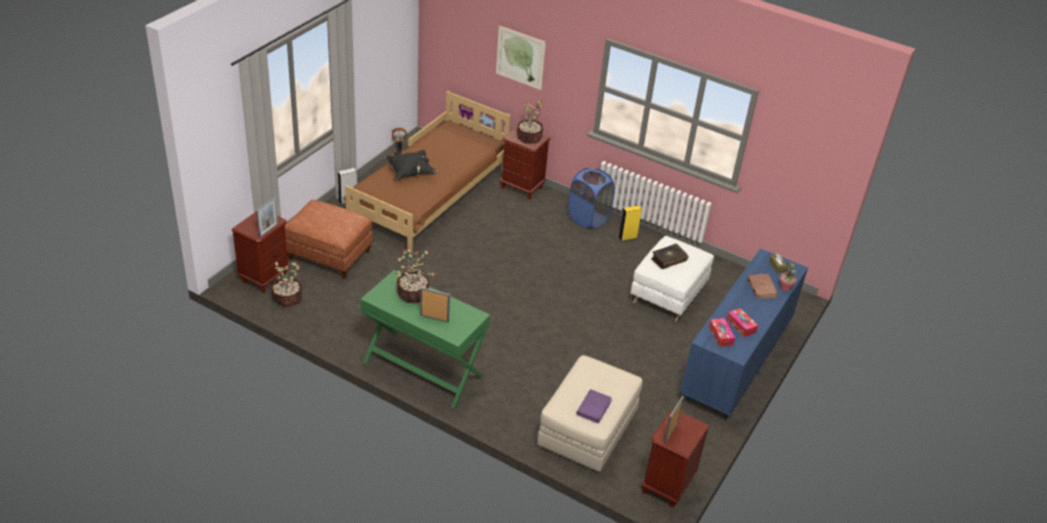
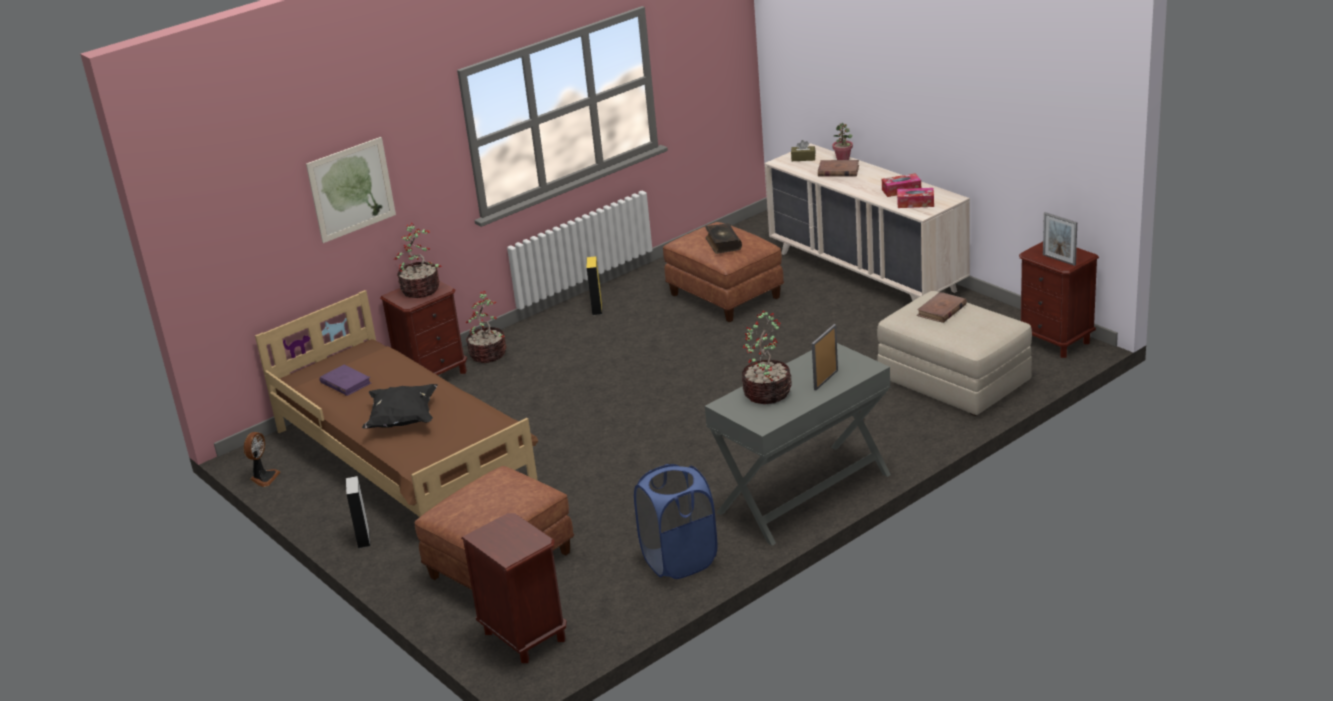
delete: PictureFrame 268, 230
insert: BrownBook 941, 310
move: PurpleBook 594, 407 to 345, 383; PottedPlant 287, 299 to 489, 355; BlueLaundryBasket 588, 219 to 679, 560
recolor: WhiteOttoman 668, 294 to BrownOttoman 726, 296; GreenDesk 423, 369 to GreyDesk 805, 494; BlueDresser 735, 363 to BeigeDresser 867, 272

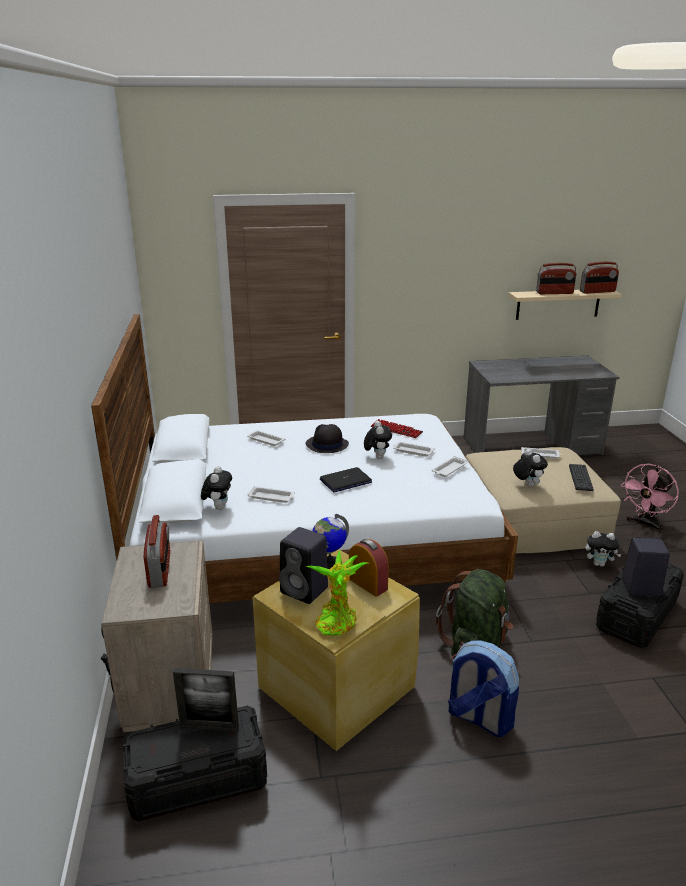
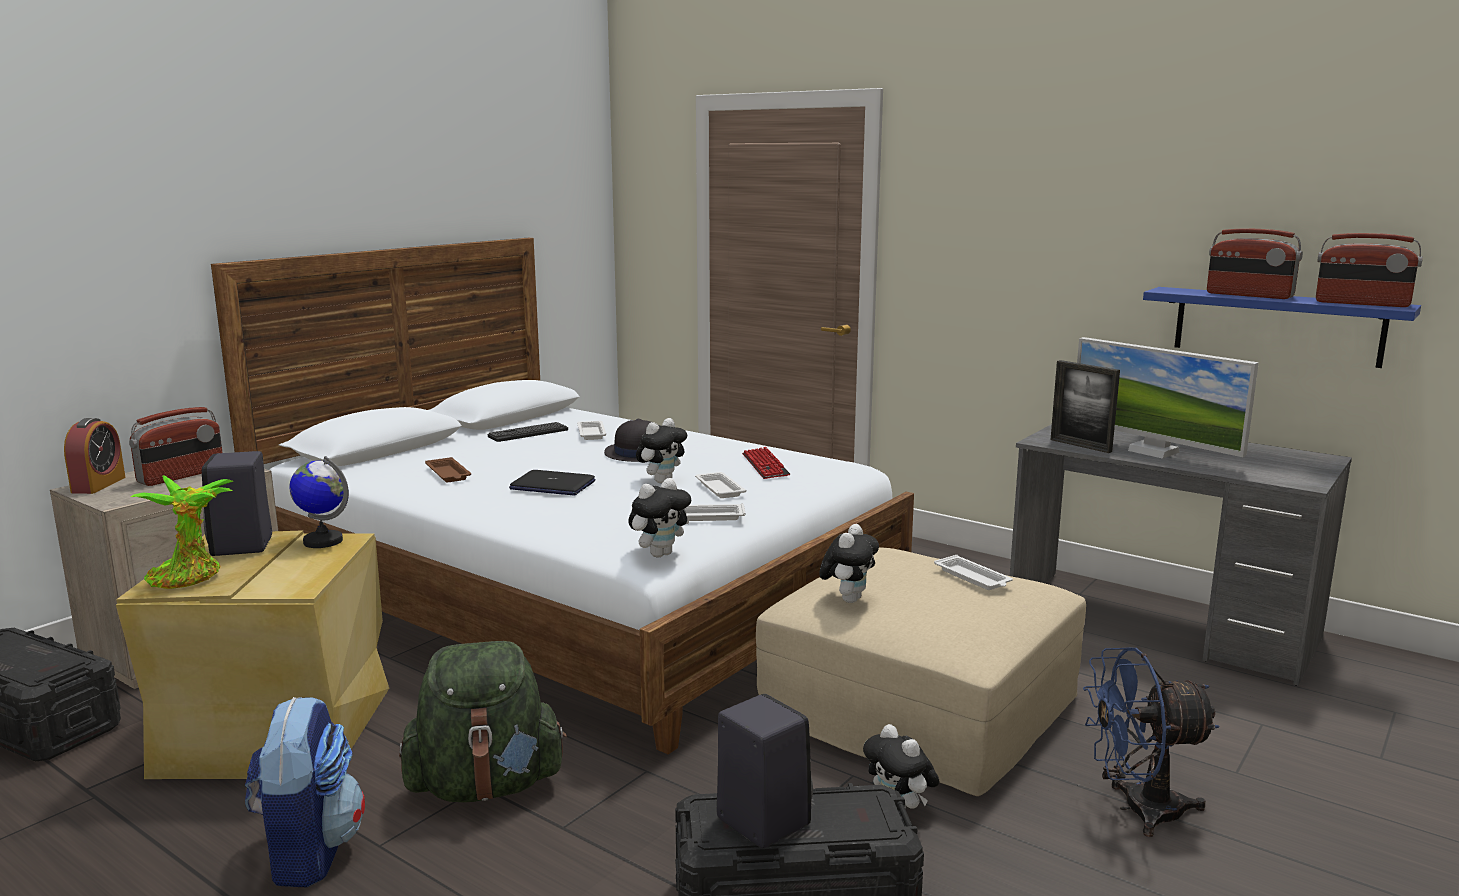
insert: Monitor 1153, 451
move: AlarmClock 368, 584 to 98, 485; Keyboard 580, 478 to 528, 433; PlushToy 218, 507 to 660, 554; PictureFrame 209, 727 to 1080, 445
recolor: WhiteTray 272, 497 to BrownTray 448, 474; PinkFan 645, 524 to BlueFan 1137, 809; BeigeShelf 558, 304 to BlueShelf 1277, 326

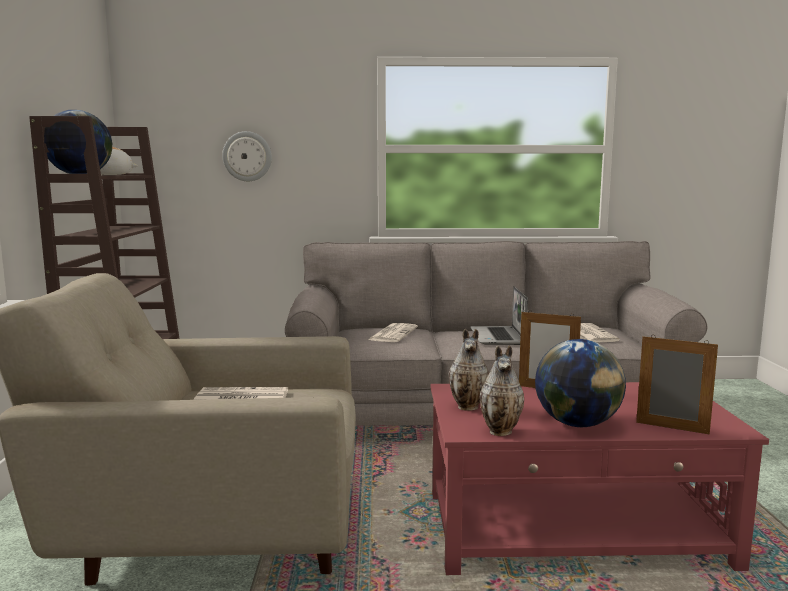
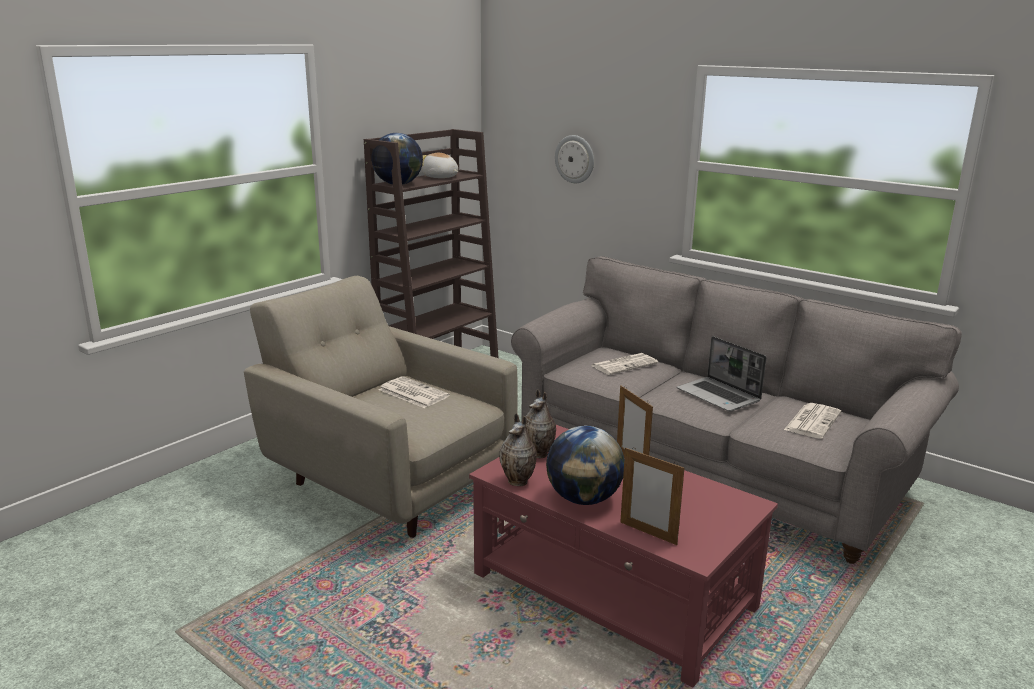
rotate: PictureFrame 672, 428 = 648, 533 150 degrees clockwise; Laptop 498, 337 = 719, 396 75 degrees counterclockwise

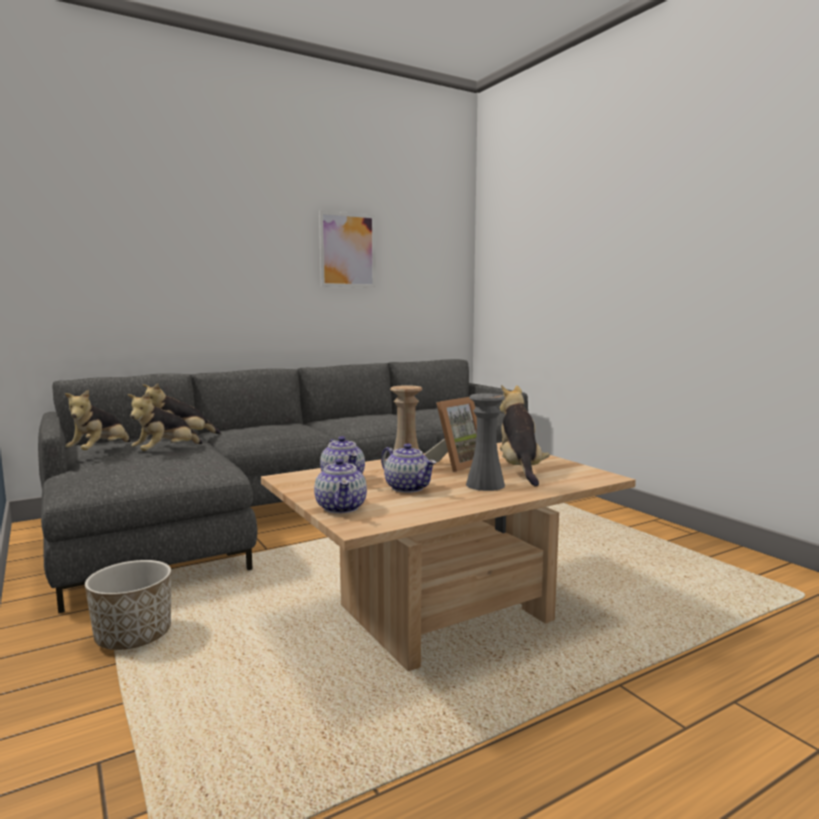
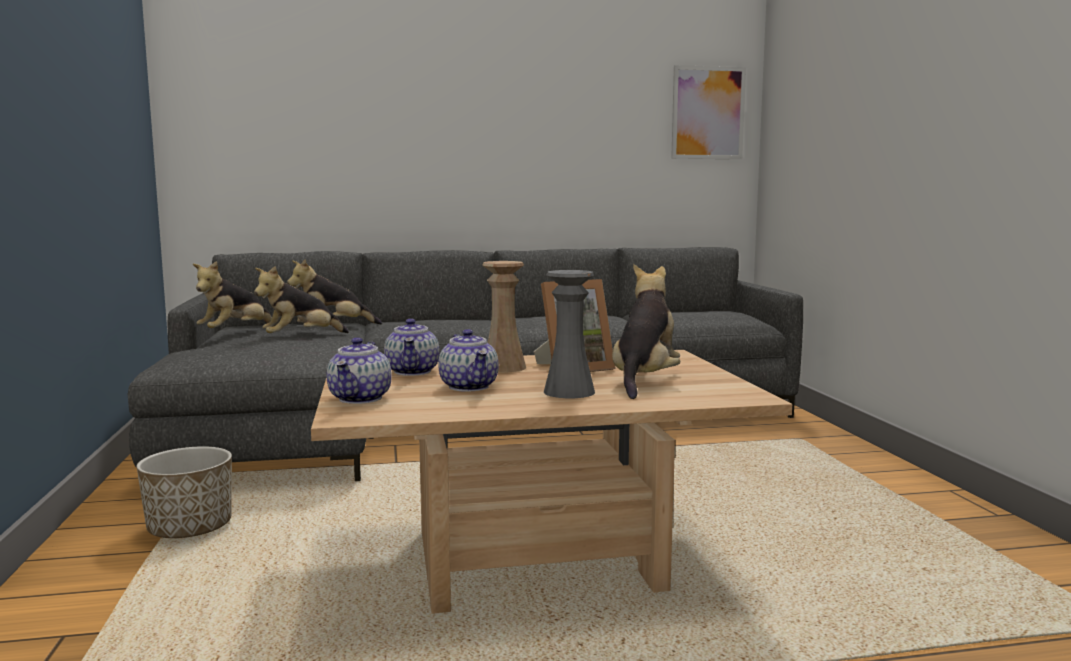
move: Picture 347, 250 to 708, 113

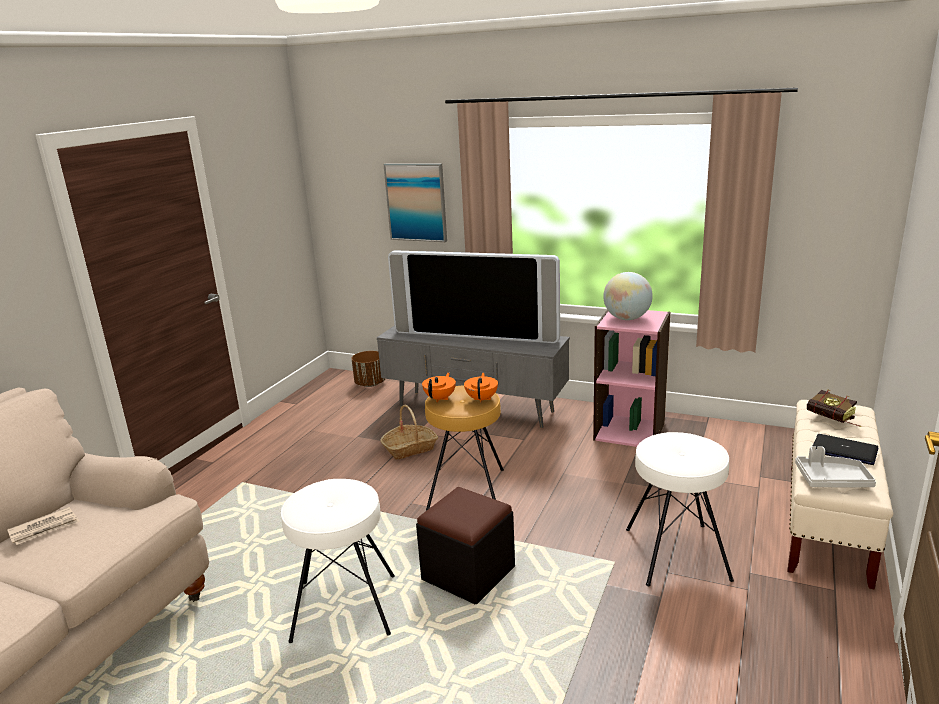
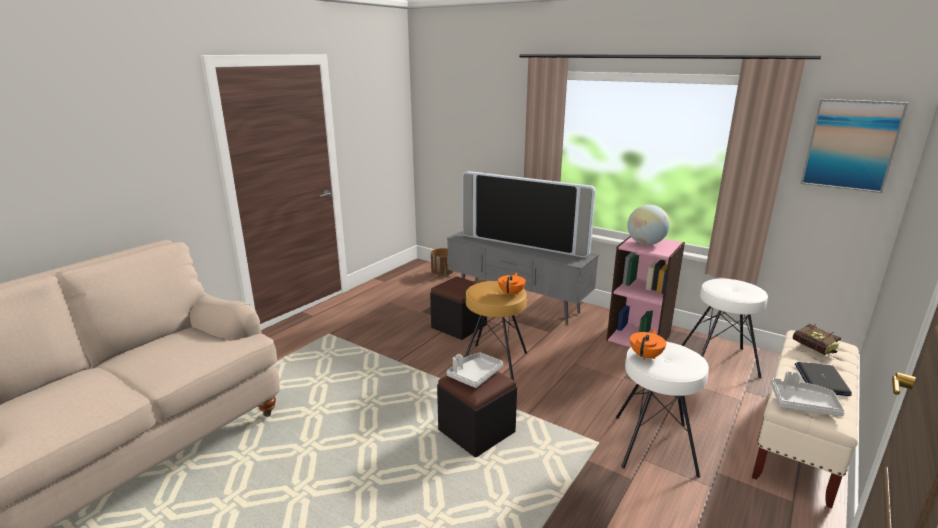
delete: Newspaper 44, 528
insert: GreyTray 474, 375
move: OrangeTeapot 440, 398 to 646, 356; WhiteStool 344, 609 to 719, 360; Picture 416, 202 to 851, 145
replace: Basket 410, 448 to BlackOttoman 459, 326
rotate: Laptop 844, 450 = 821, 379 120 degrees counterclockwise

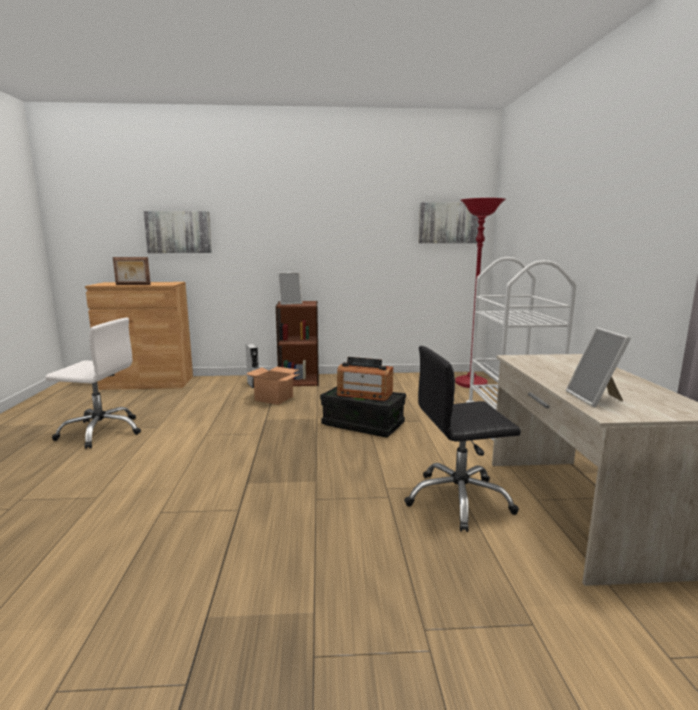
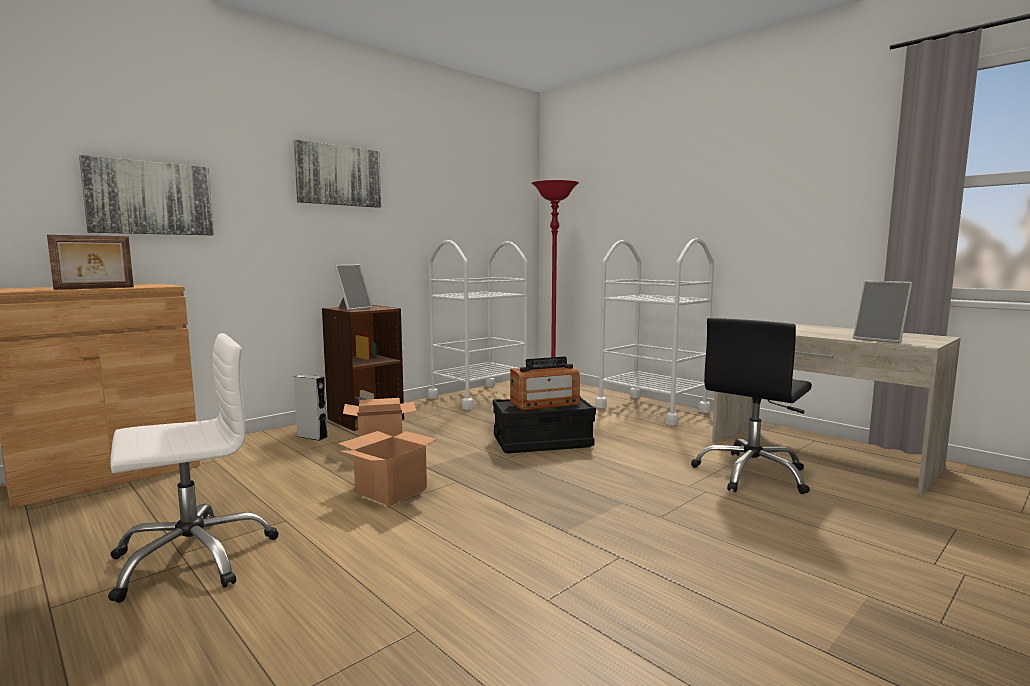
insert: CardboardBox 391, 491; WhiteCart 479, 396
move: Picture 449, 223 to 338, 176

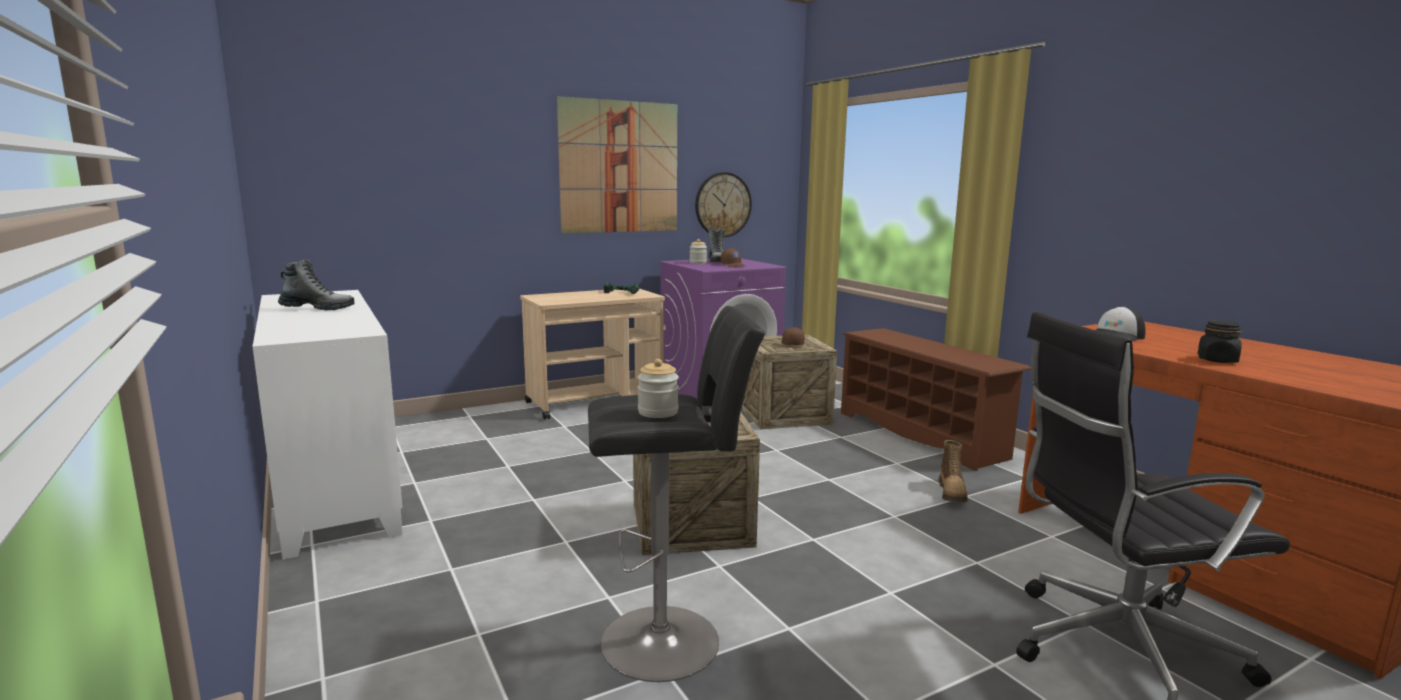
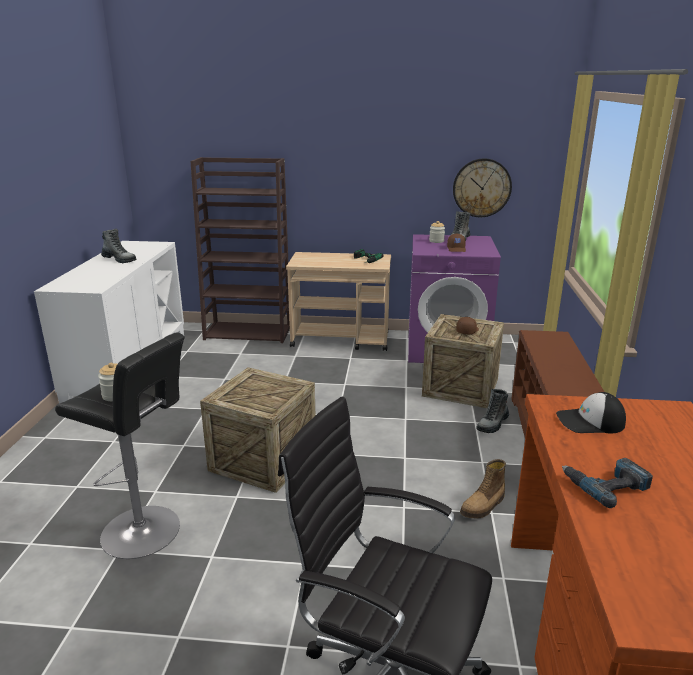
delete: Picture 620, 167
insert: BrownBookcase 249, 333; Boot 492, 424
replace: BlackJar 1217, 360 to PowerDrill 605, 484

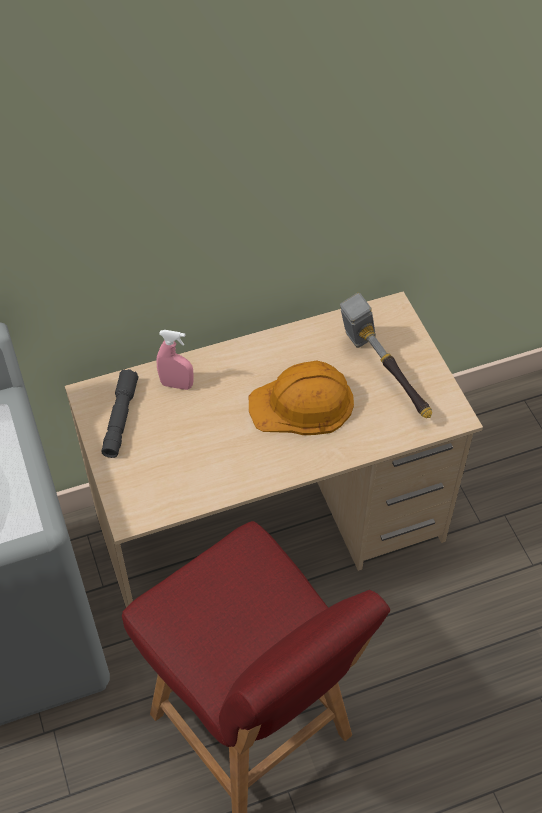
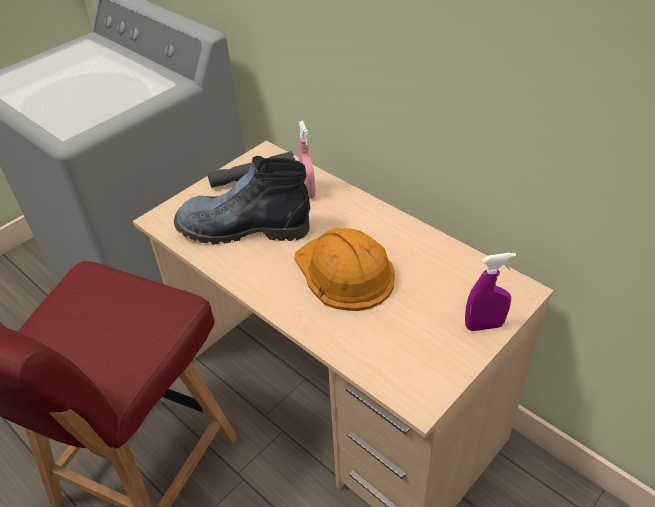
delete: Hammer 383, 374
insert: Boot 241, 229; PurpleSprayBottle 484, 325

